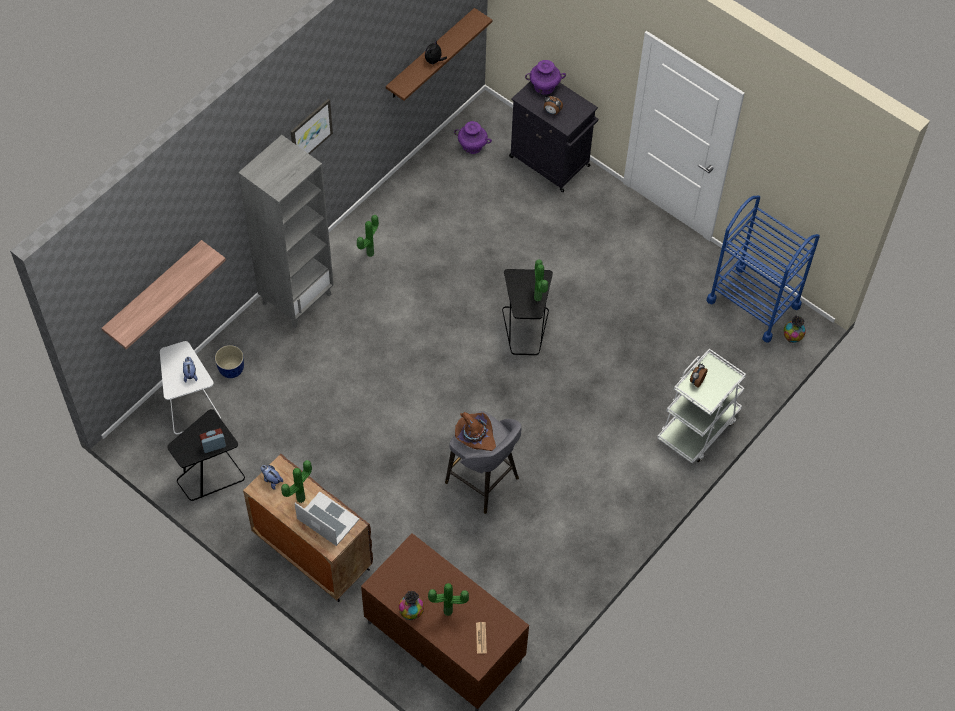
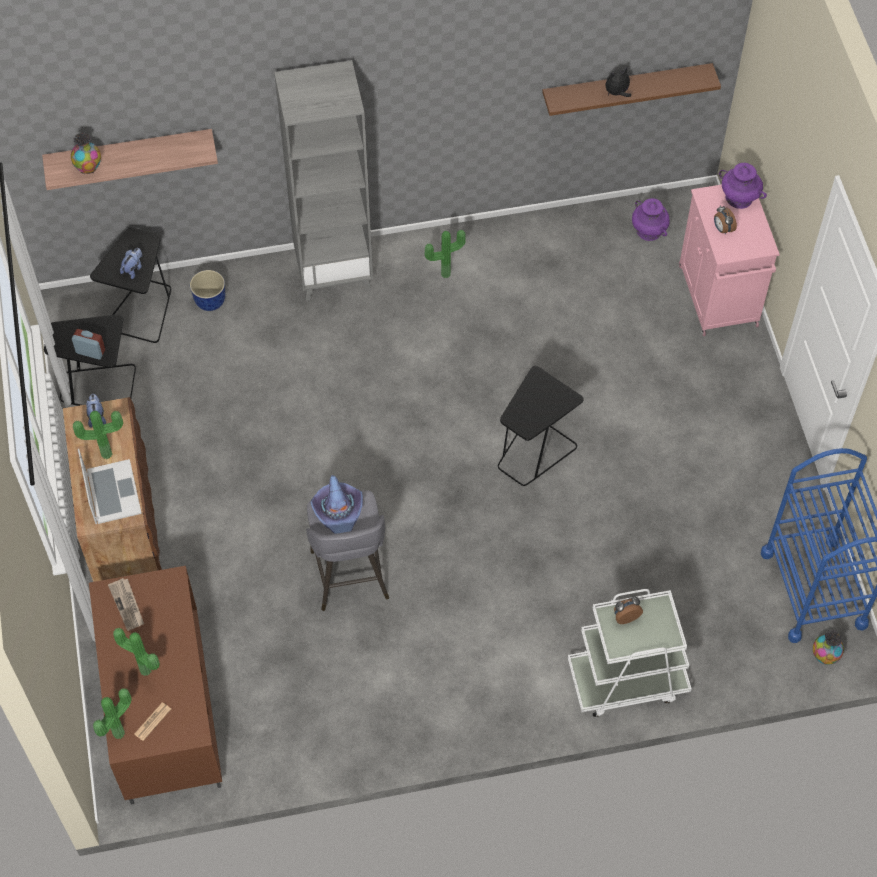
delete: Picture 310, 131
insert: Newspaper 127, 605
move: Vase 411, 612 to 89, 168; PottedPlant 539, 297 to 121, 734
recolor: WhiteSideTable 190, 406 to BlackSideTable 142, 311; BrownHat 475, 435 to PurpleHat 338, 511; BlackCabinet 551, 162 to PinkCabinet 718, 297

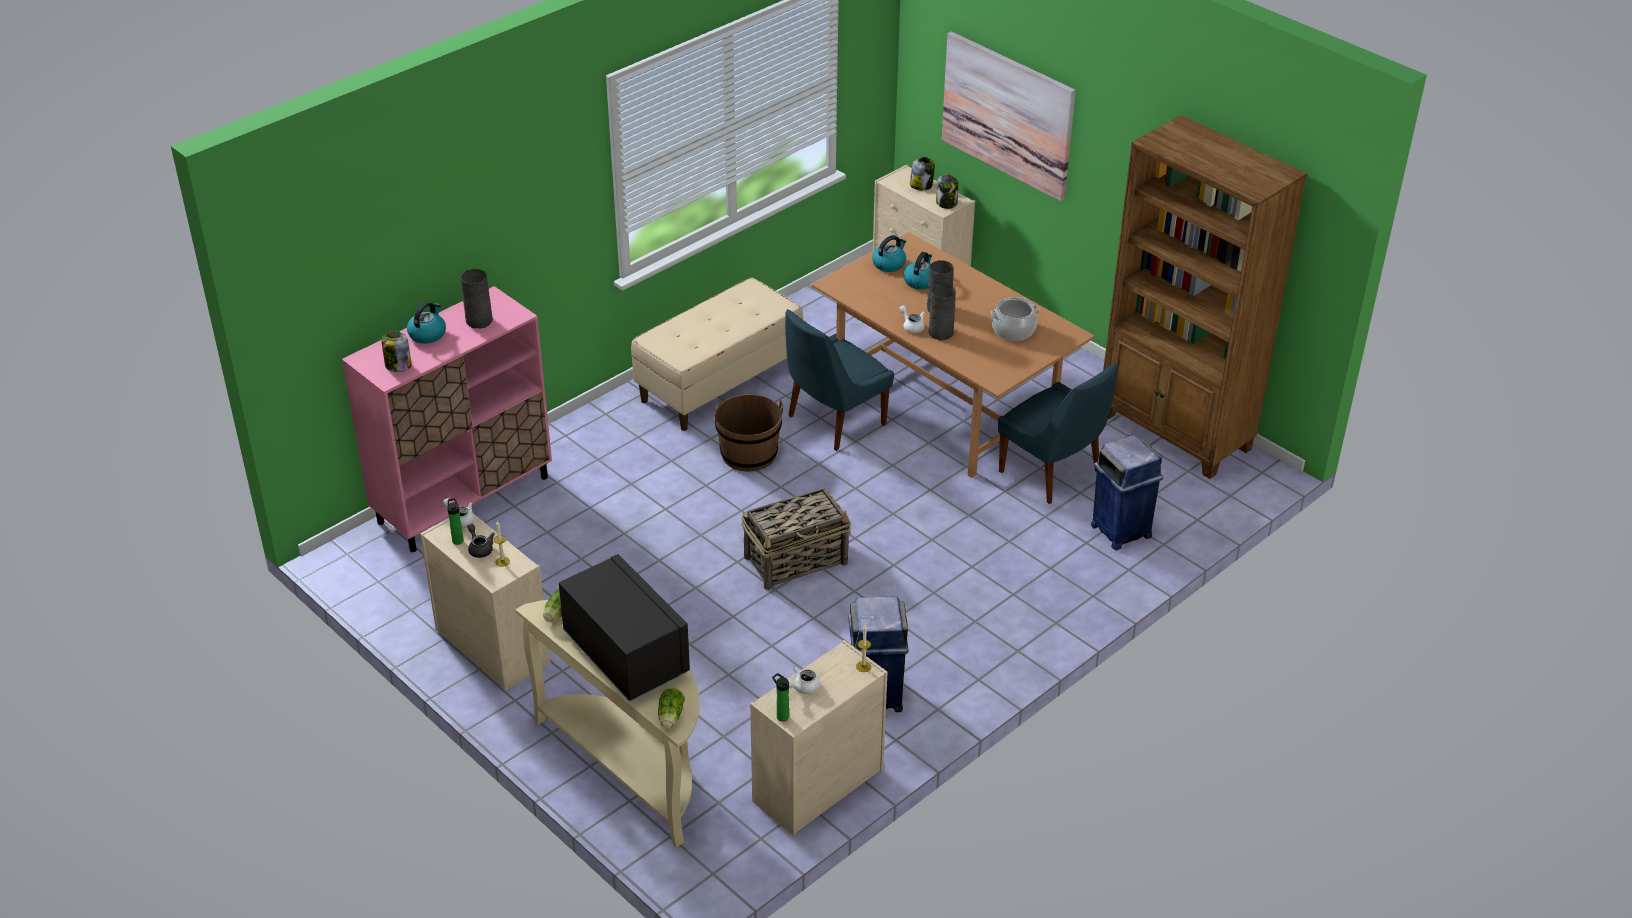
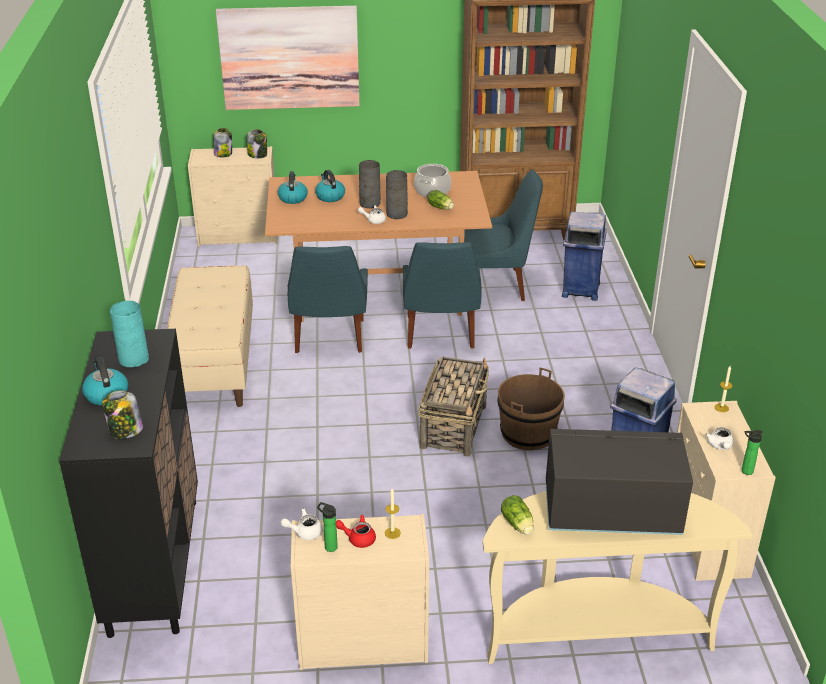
insert: BlueChair 440, 334
move: Lettuce 670, 717 to 441, 208; BrownBucket 749, 454 to 528, 433
recolor: PinkCabinet 464, 499 to BlackCabinet 154, 564; GreyVase 479, 320 to TurquoiseVase 133, 359; GreyTeapot 480, 548 to RedTeapot 358, 538

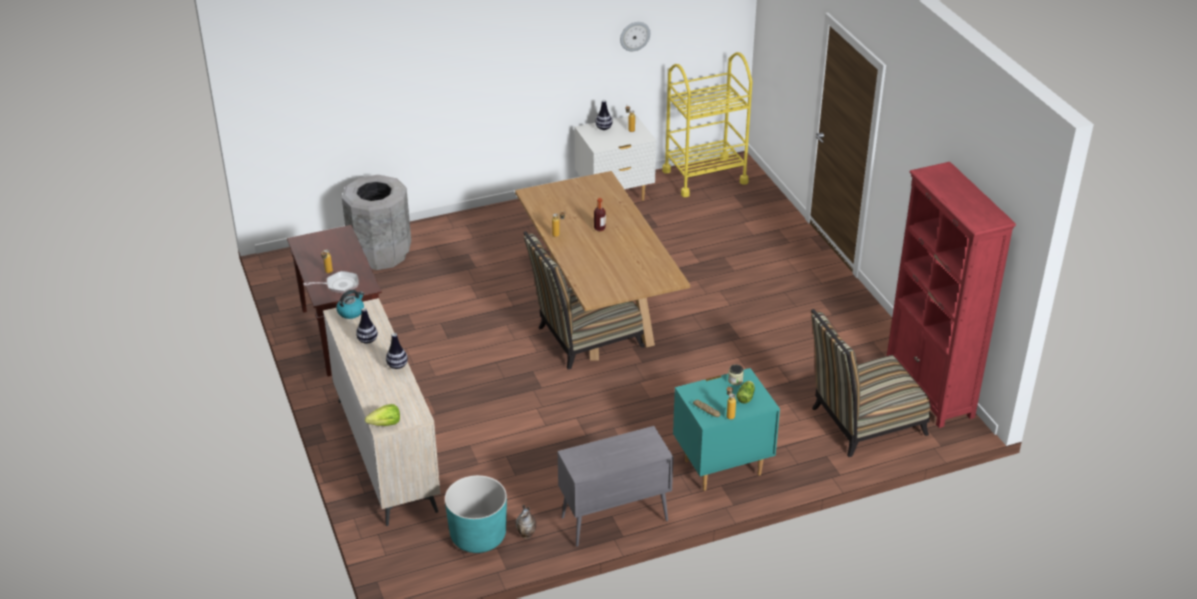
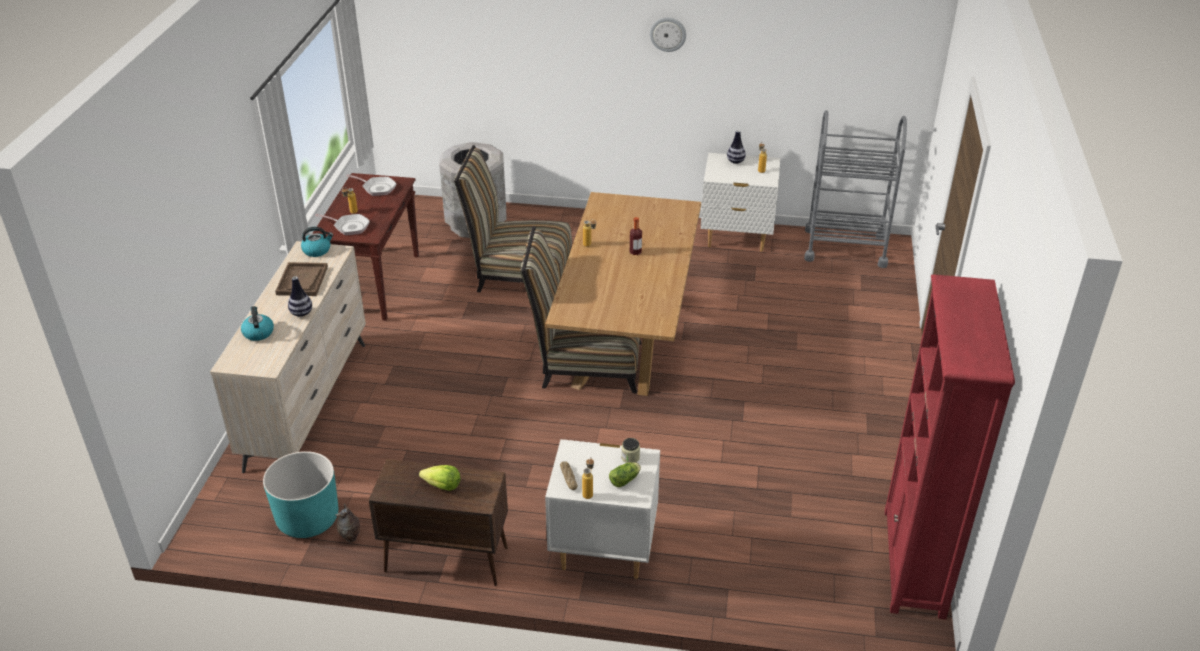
insert: Kettle 258, 332; FryingPan 377, 188
move: Lettuce 385, 424 to 442, 486; Chair 862, 423 to 518, 274; WallClock 634, 36 to 668, 34
replace: Vase 367, 340 to BrownTray 302, 281
recolor: GreyCabinet 613, 519 to BrownCabinet 445, 559; TurquoiseNightstand 722, 467 to WhiteNightstand 603, 551; YellowCart 704, 176 to GreyCart 845, 247

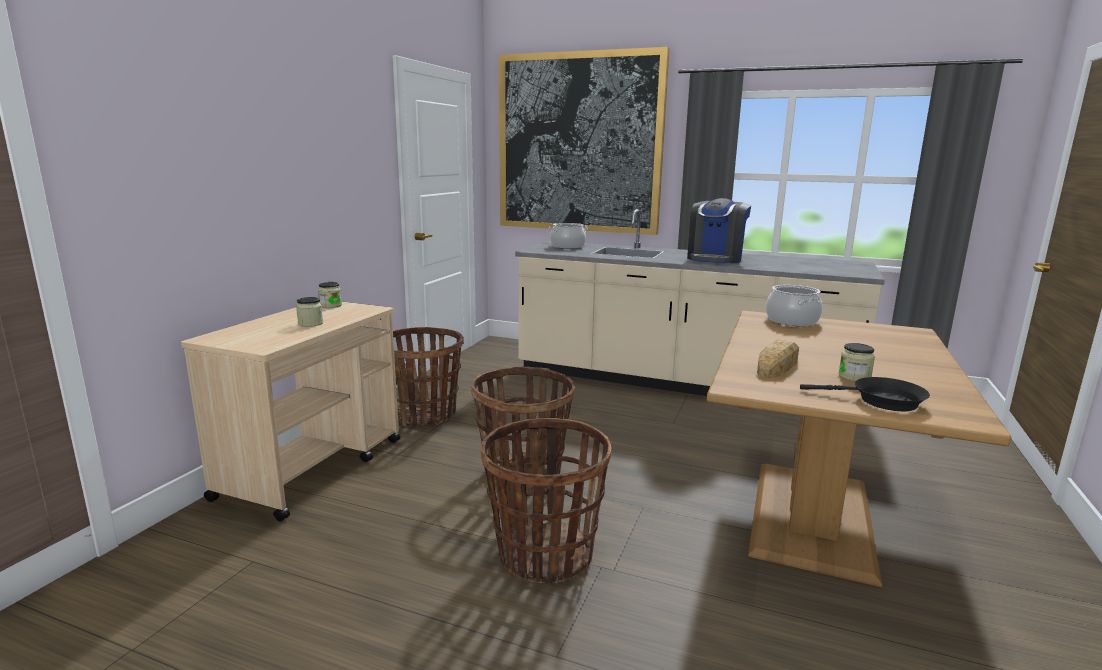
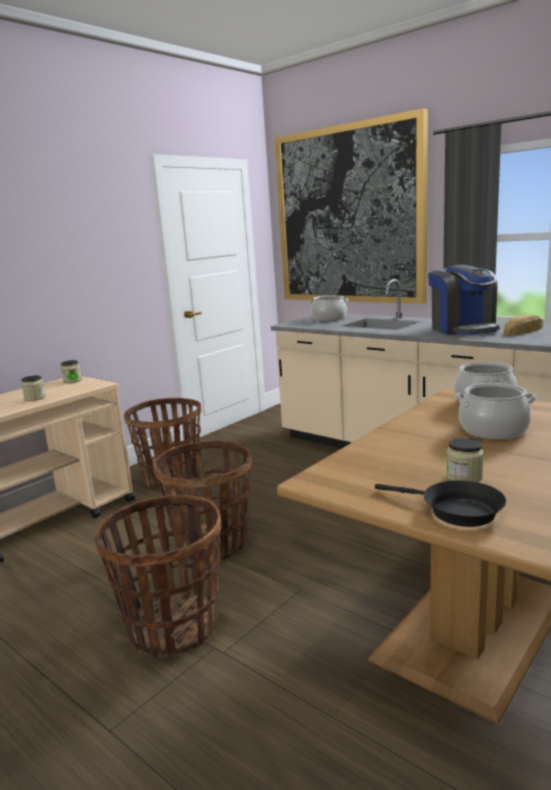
insert: CookingPot 493, 430
move: Bread 777, 366 to 523, 331
rotate: CoffeeMachine 715, 259 = 463, 329 60 degrees counterclockwise

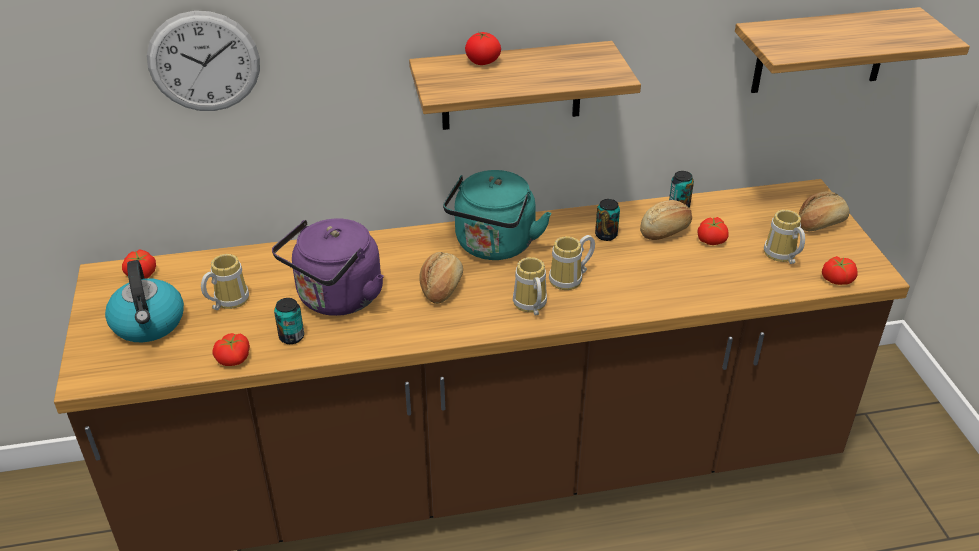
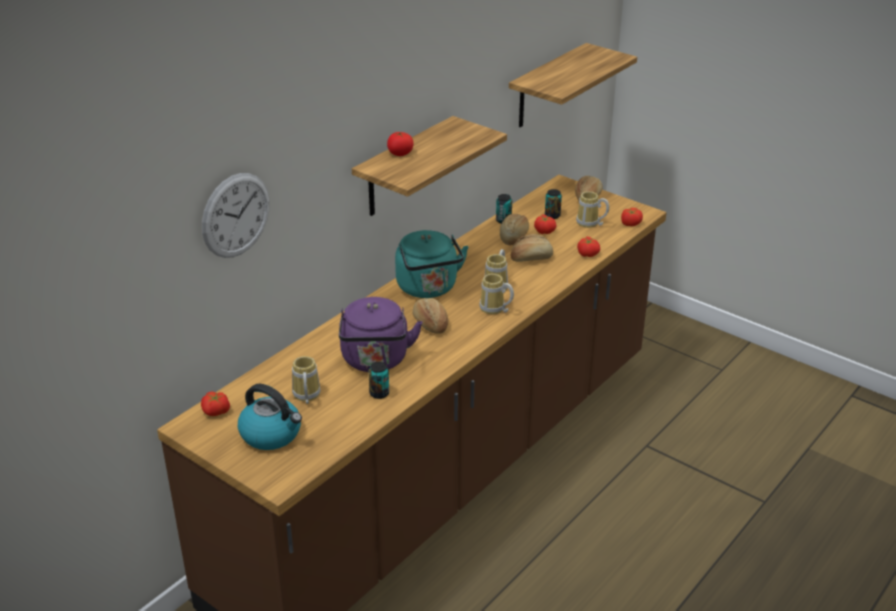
insert: Bread 531, 258
move: Can 606, 235 to 552, 215; Tomato 234, 359 to 588, 254

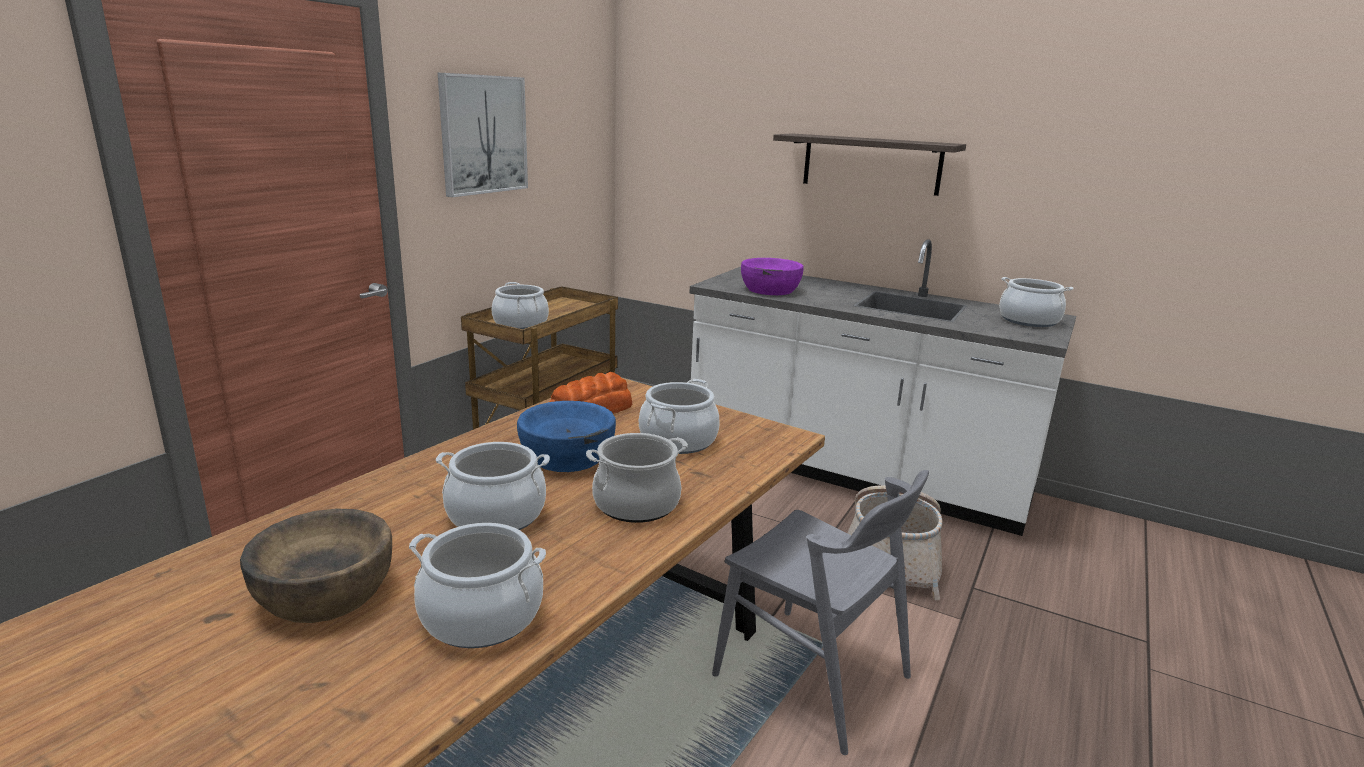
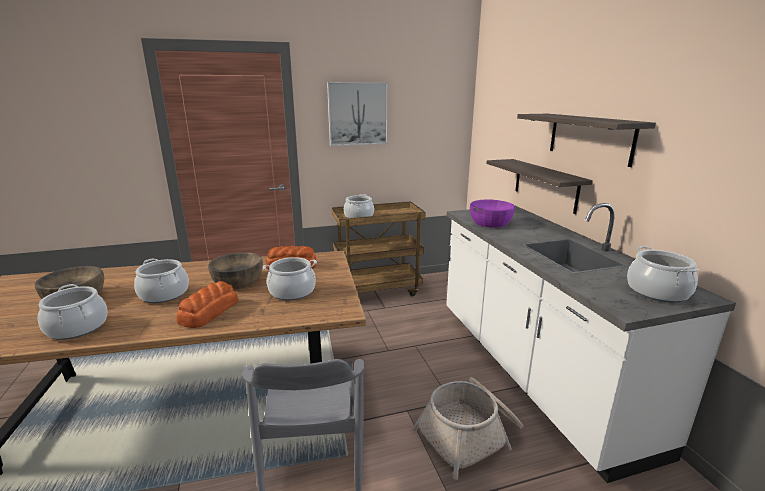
insert: Shelf 545, 185
replace: CookingPot 636, 504 to Bread 208, 312
recolor: BlueBowl 567, 456 to BrownBowl 238, 281

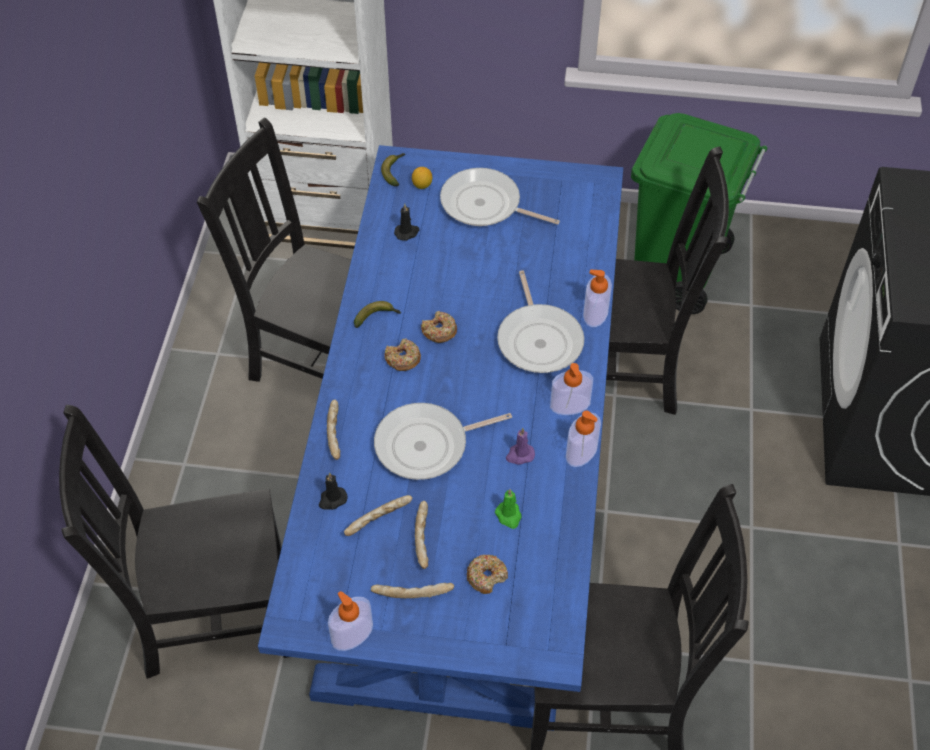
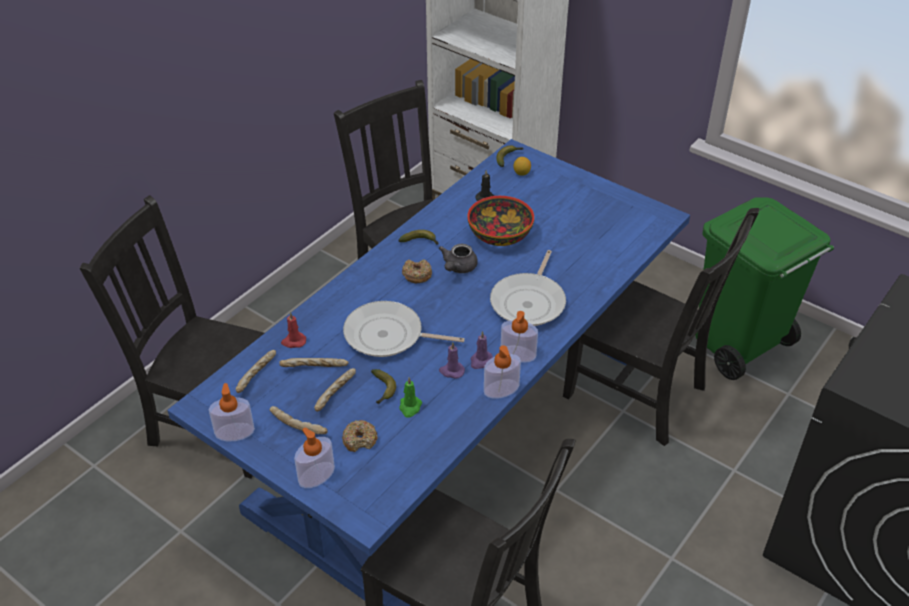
delete: FryingPan 485, 205
insert: Banana 382, 390; Bowl 499, 234; PurpleCandle 481, 361
move: Bread 336, 433 to 257, 376; SoapDispenser 595, 313 to 316, 475
replace: Donut 439, 331 to GreyTeapot 458, 268
recolor: BlackCandle 332, 499 to RedCandle 293, 341

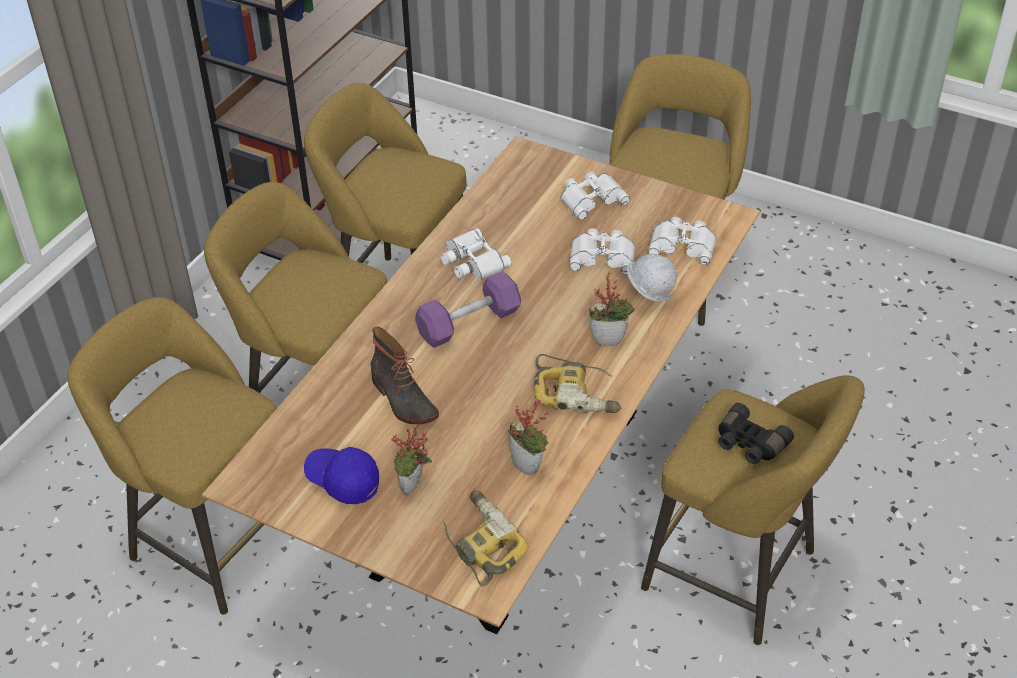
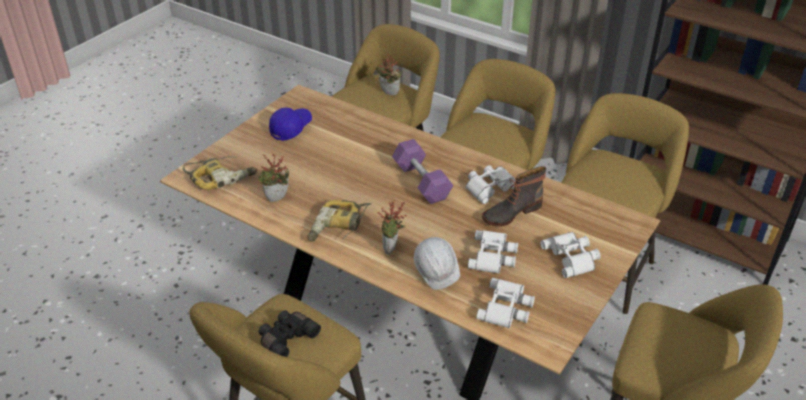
move: PottedPlant 414, 487 to 388, 94; Boot 402, 400 to 511, 212

